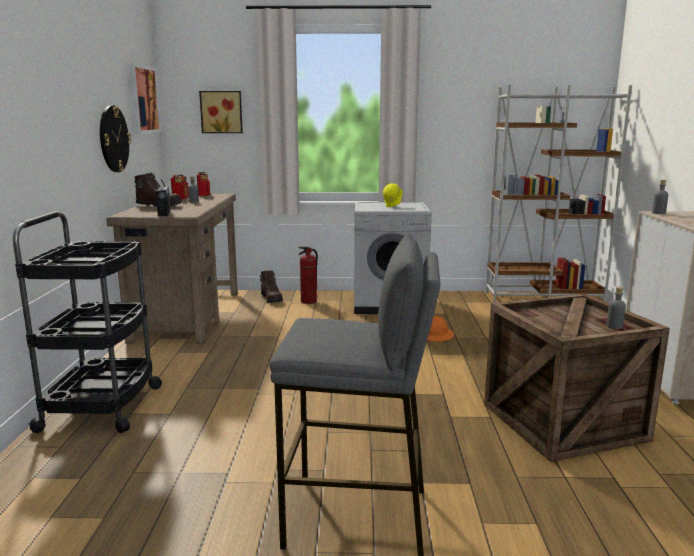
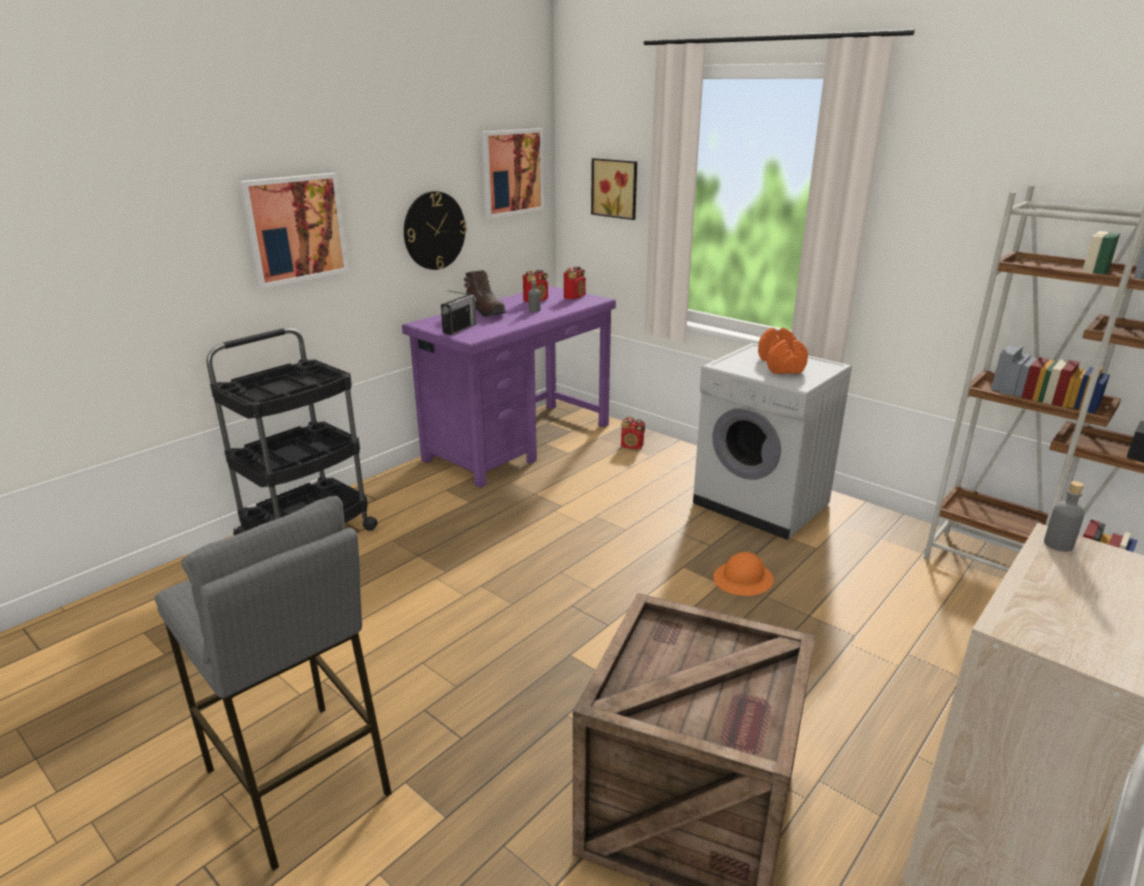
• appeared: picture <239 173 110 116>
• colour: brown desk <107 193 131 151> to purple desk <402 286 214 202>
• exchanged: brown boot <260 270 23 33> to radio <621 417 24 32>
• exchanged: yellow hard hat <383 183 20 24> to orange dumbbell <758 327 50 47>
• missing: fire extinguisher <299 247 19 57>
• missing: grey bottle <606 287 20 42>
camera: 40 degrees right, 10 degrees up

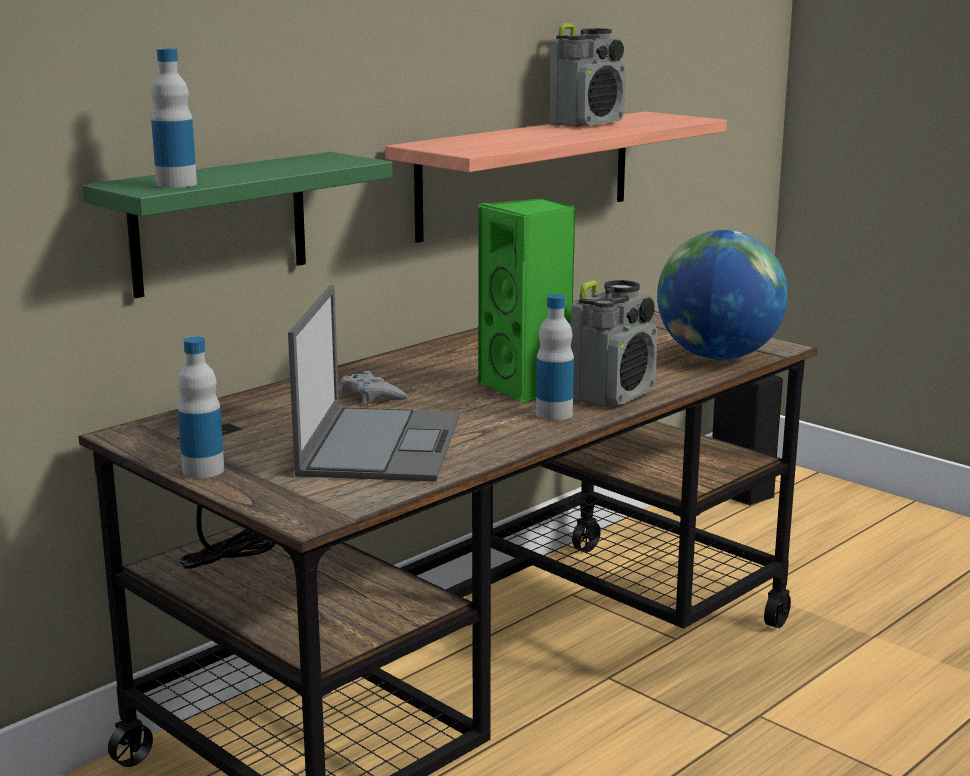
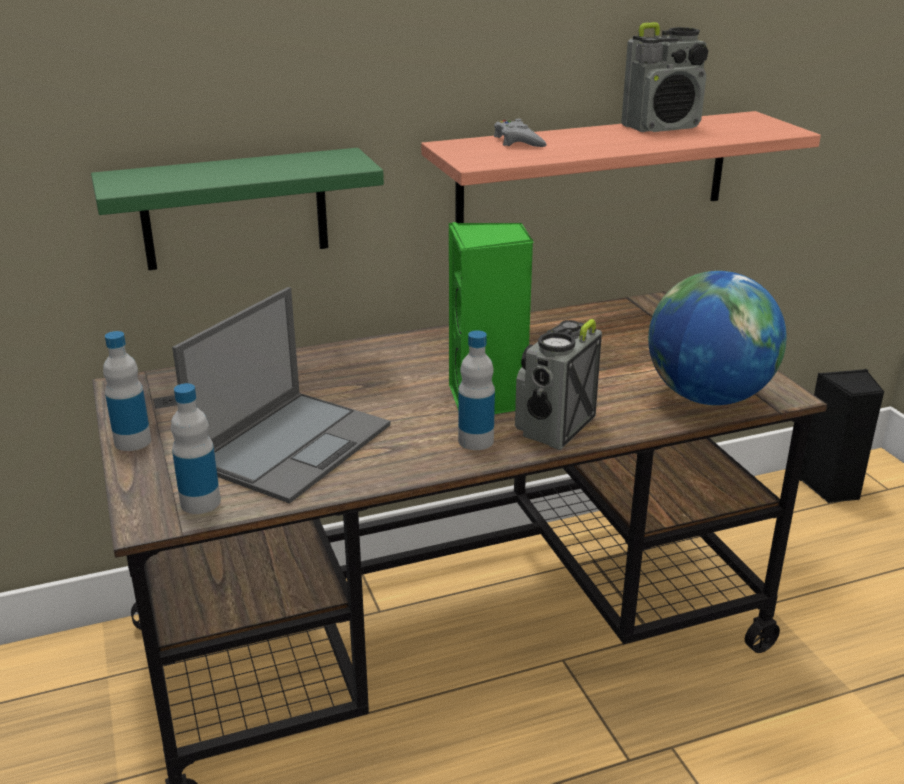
• relocated: bottle <151 48 46 140> to <171 383 50 131>
• relocated: grey game controller <341 371 67 33> to <494 119 53 28>
• spun: radio <571 280 87 127> = <515 319 87 131> 150 degrees clockwise
camera: 25 degrees right, 10 degrees up

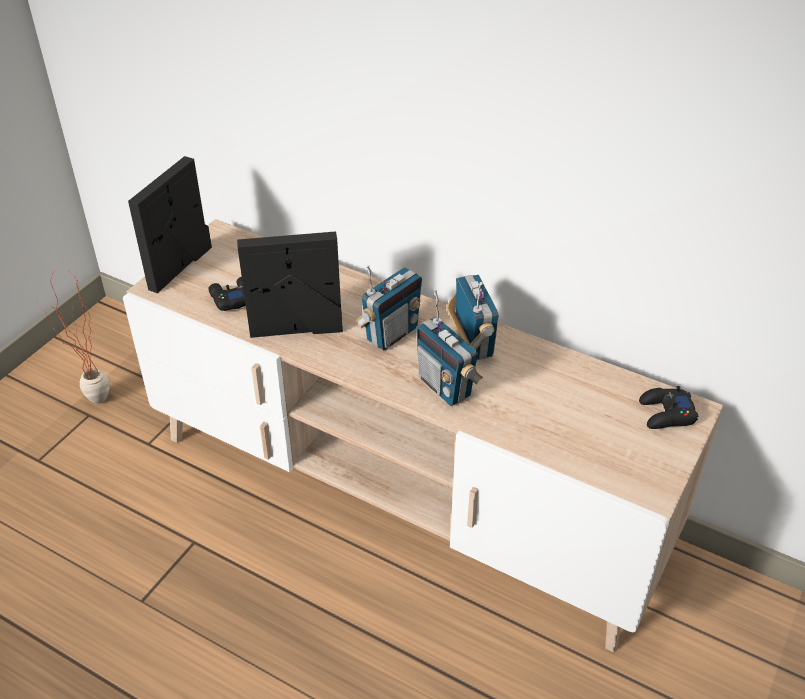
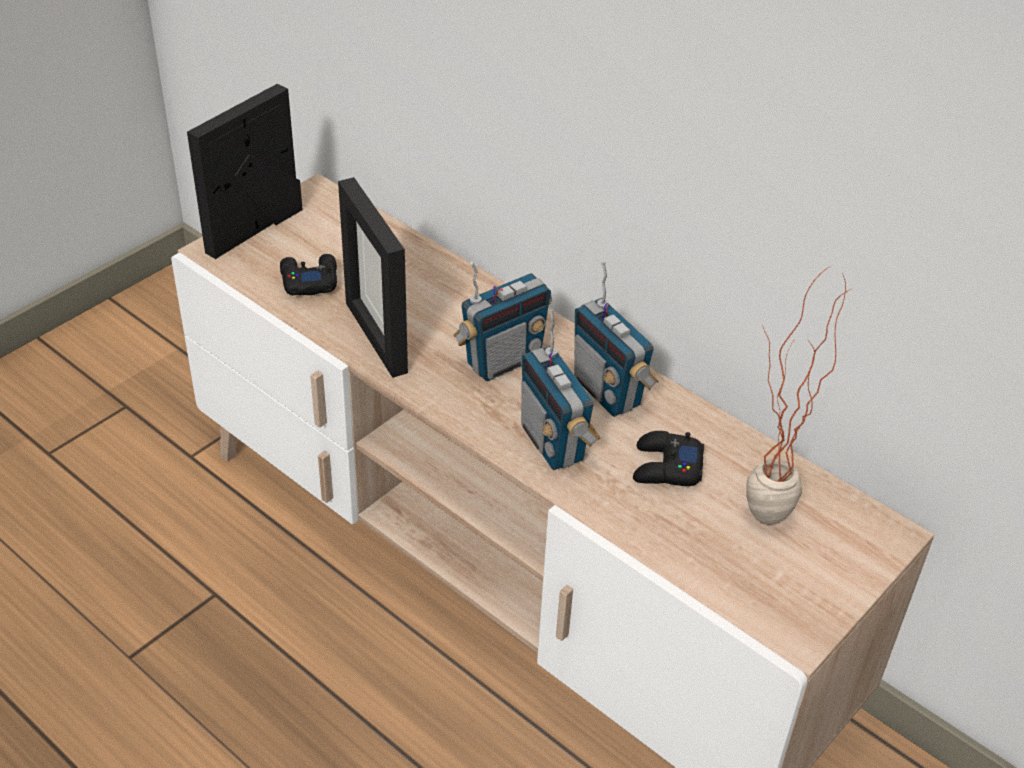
• spun: picture frame <237 231 106 107> = <338 177 70 201> 120 degrees counterclockwise
• spun: radio <447 275 51 85> = <574 262 84 155> 150 degrees clockwise
• relocated: black game controller <639 386 59 43> to <633 431 71 55>
• relocated: potted plant <37 270 72 134> to <747 267 104 258>
camera: 10 degrees right, 0 degrees up

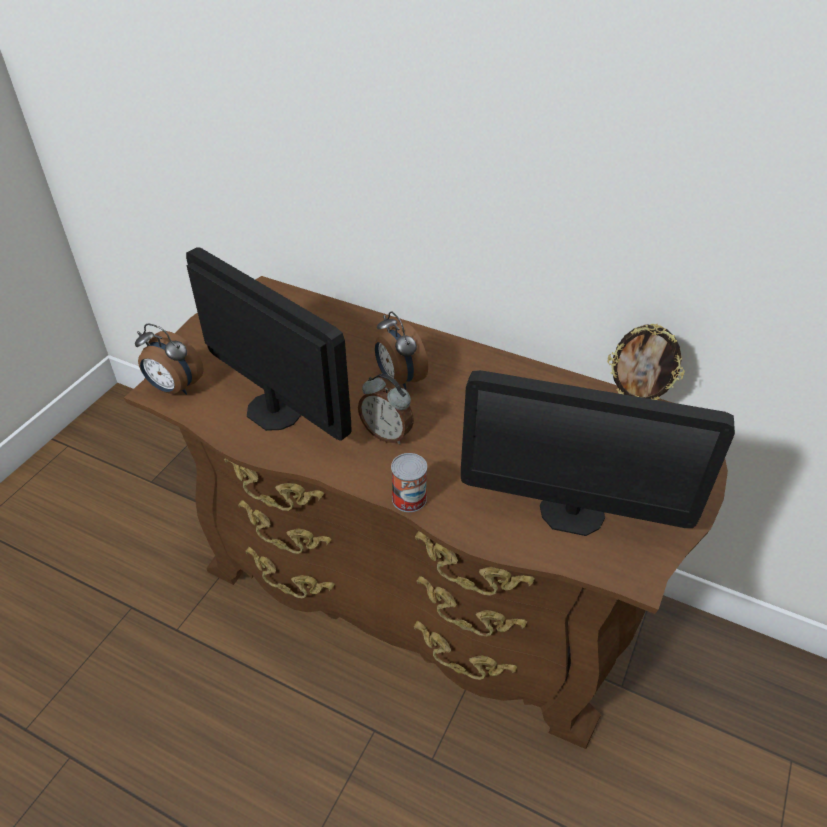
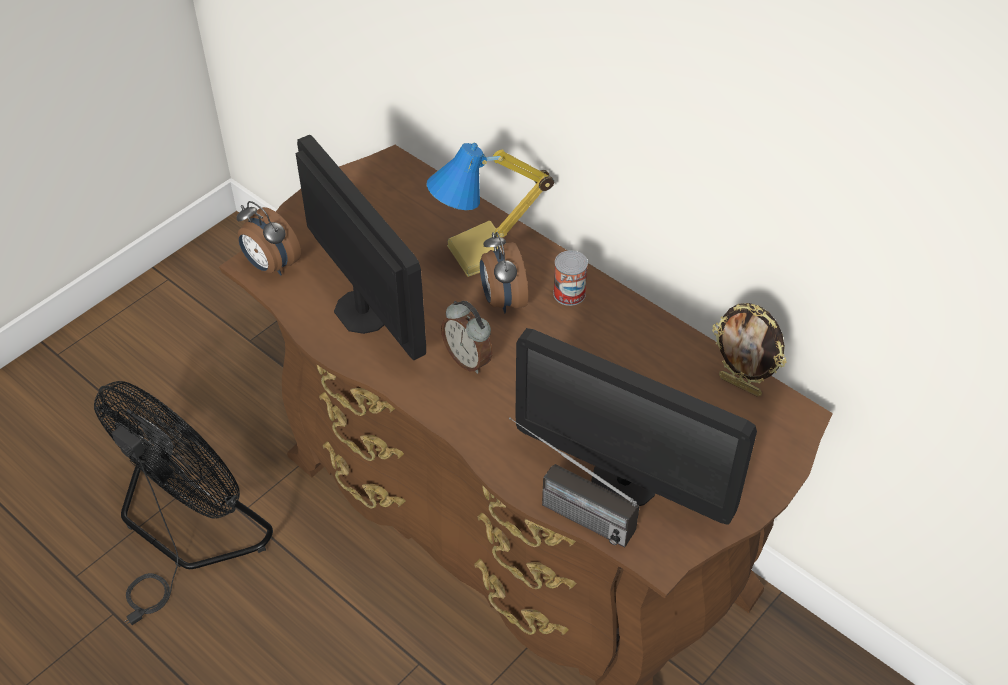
• appeared: black fan <94 381 179 244>
• appeared: table lamp <427 143 127 134>
• appeared: radio <509 417 130 131>
• relocated: can <391 453 36 59> to <553 250 35 56>
camera: 15 degrees right, 5 degrees up

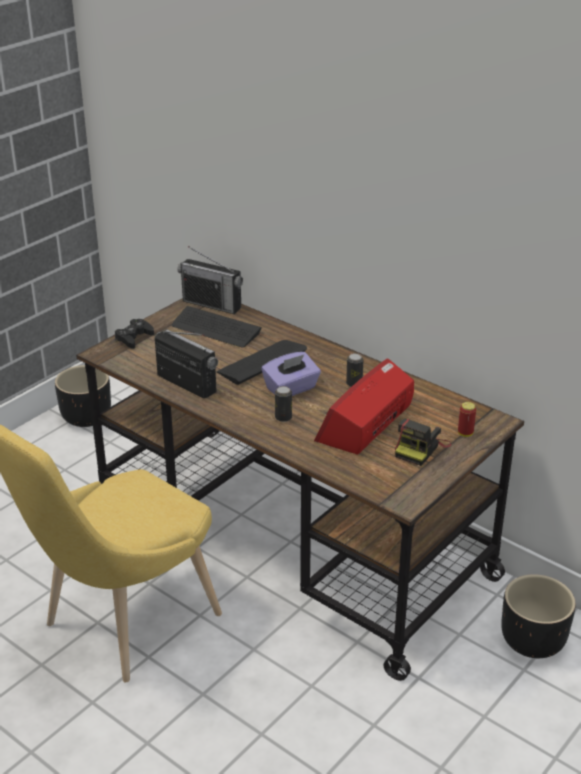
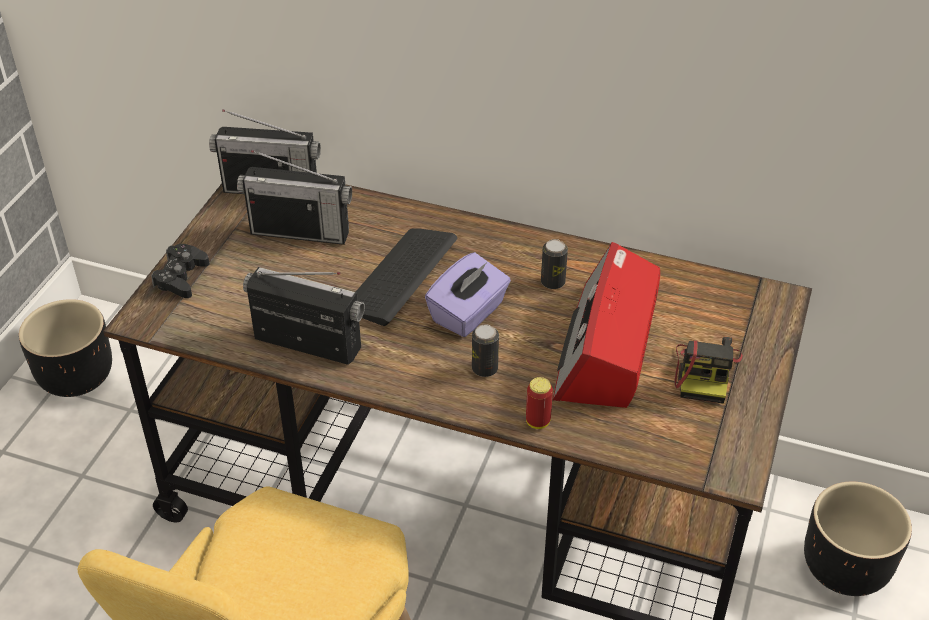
• exchanged: keyboard <172 306 90 42> to radio <237 150 115 95>
• relocated: can <458 402 18 35> to <526 377 27 52>
camera: 20 degrees left, 10 degrees up

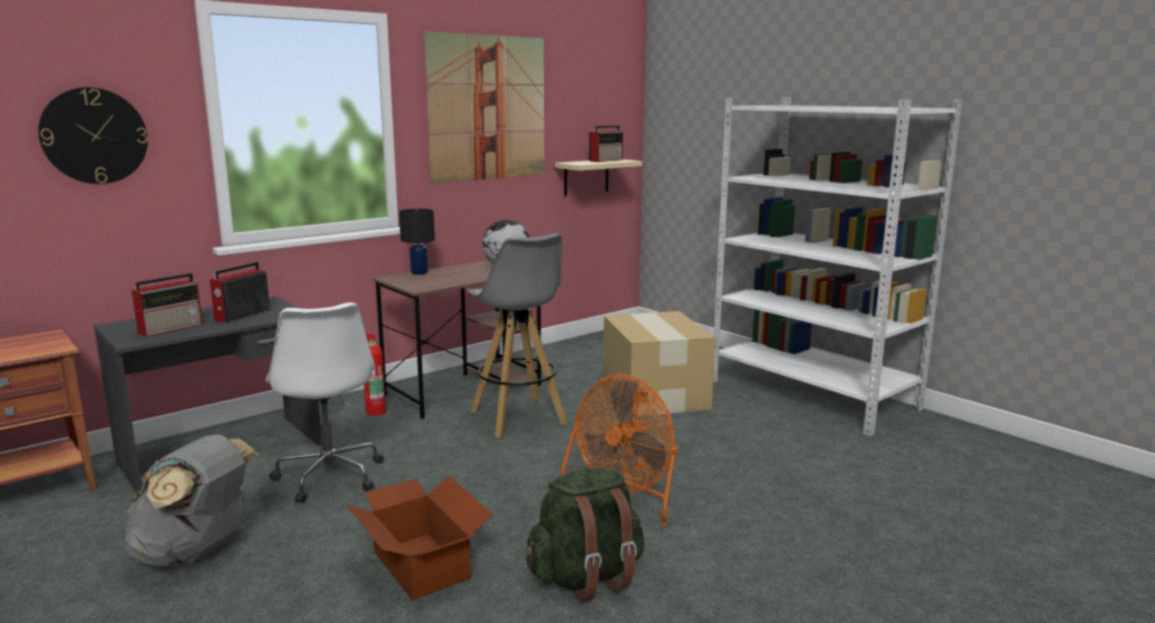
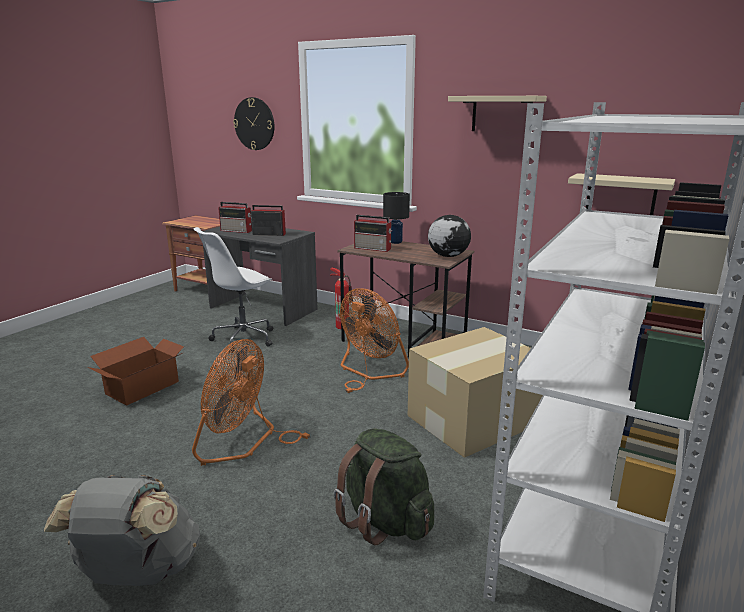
• relocated: grey backpack <125 435 134 132> to <44 475 156 111>
• relocated: green backpack <525 468 120 134> to <333 428 101 118>
• exchanged: grey stool <467 233 100 205> to orange fan <339 288 70 105>
• relocated: radio <589 125 34 37> to <354 215 38 37>
• exchanged: picture <424 31 120 153> to beige shelf <448 96 99 35>
camera: 70 degrees right, 5 degrees up

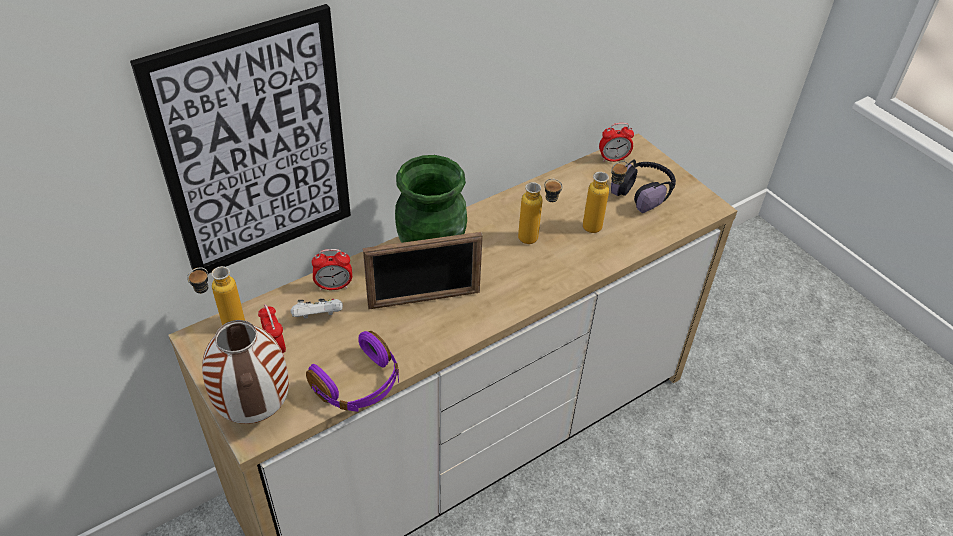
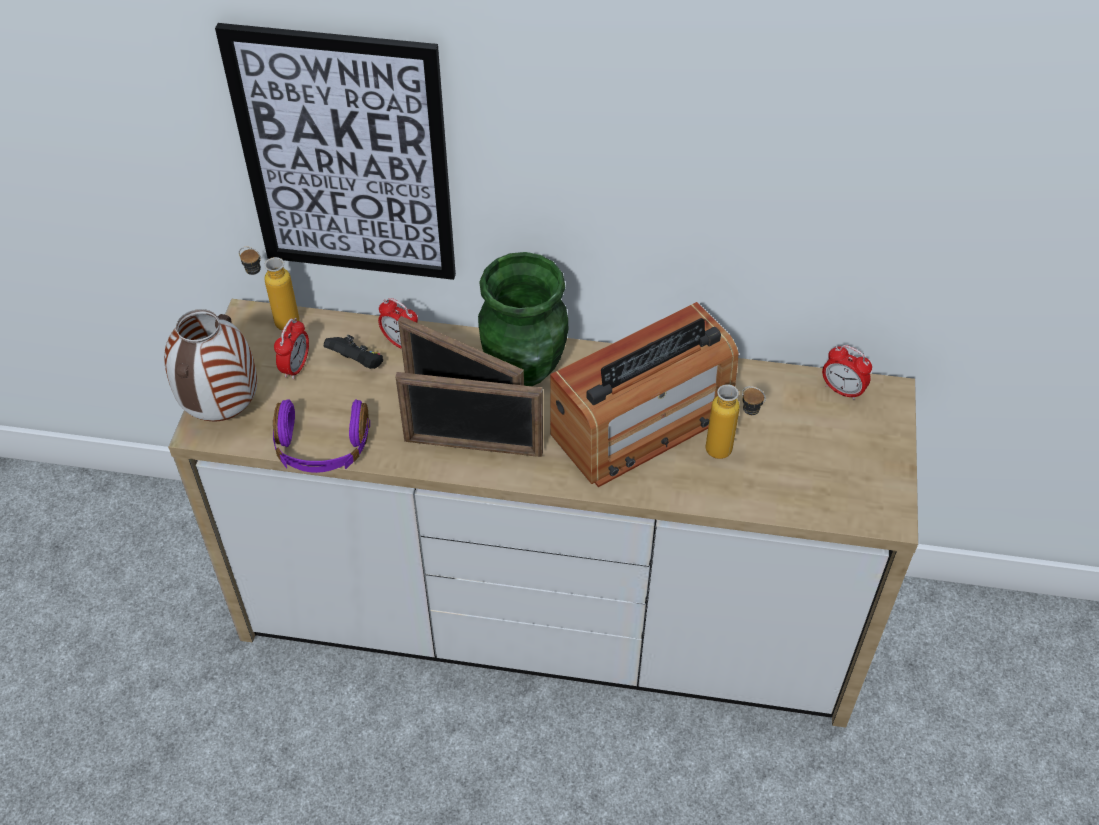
• colour: white game controller <291 298 52 21> to black game controller <324 335 59 34>
• appeared: picture frame <395 372 148 85>
• exchanged: bottle <518 179 45 65> to radio <550 302 189 185>
• missing: headphones <611 160 65 53>
camera: 45 degrees right, 5 degrees up

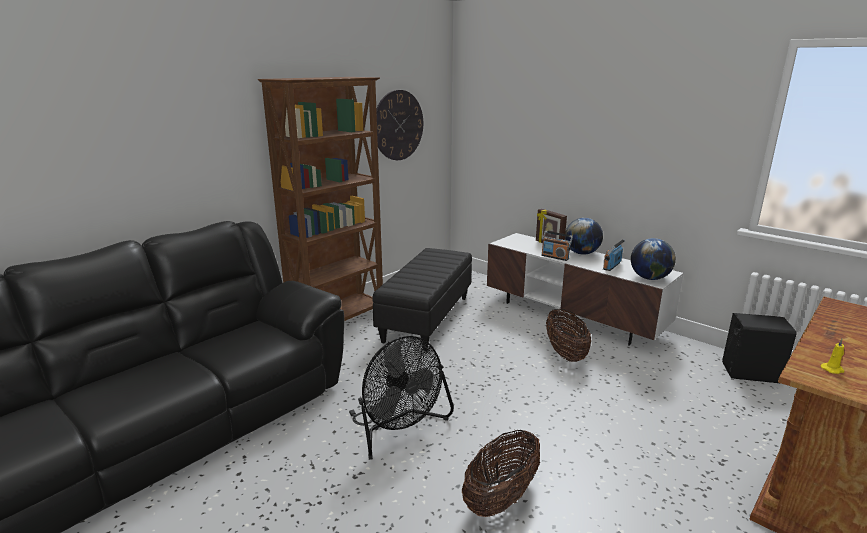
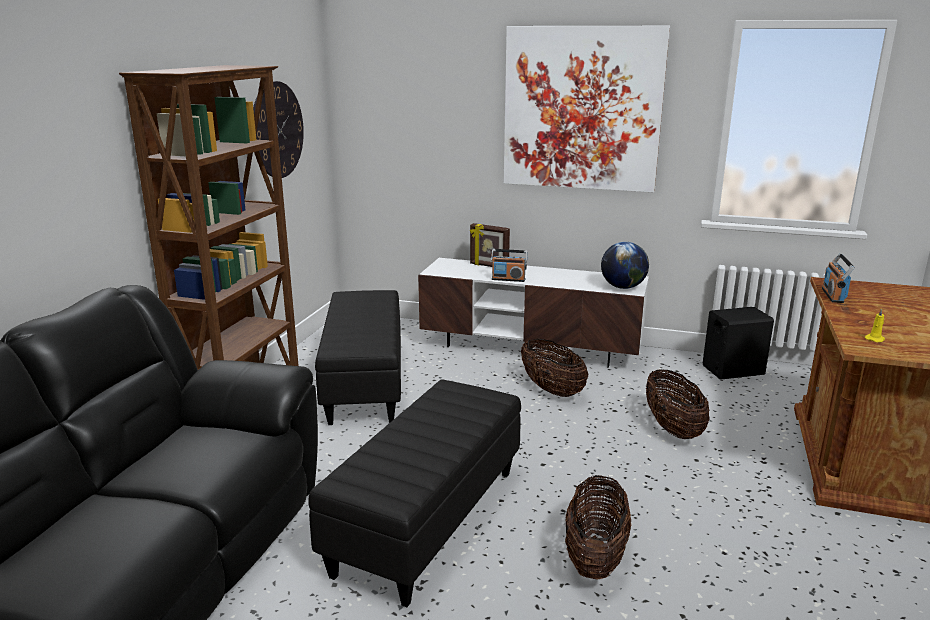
• exchanged: black fan <349 336 105 124> to black ottoman <308 380 213 227>
• appeared: picture <504 26 166 166>
• appeared: basket <646 370 64 69>
• relocated: radio <603 239 22 32> to <822 253 33 50>
• missing: globe <565 218 38 37>
camera: 25 degrees left, 0 degrees up

